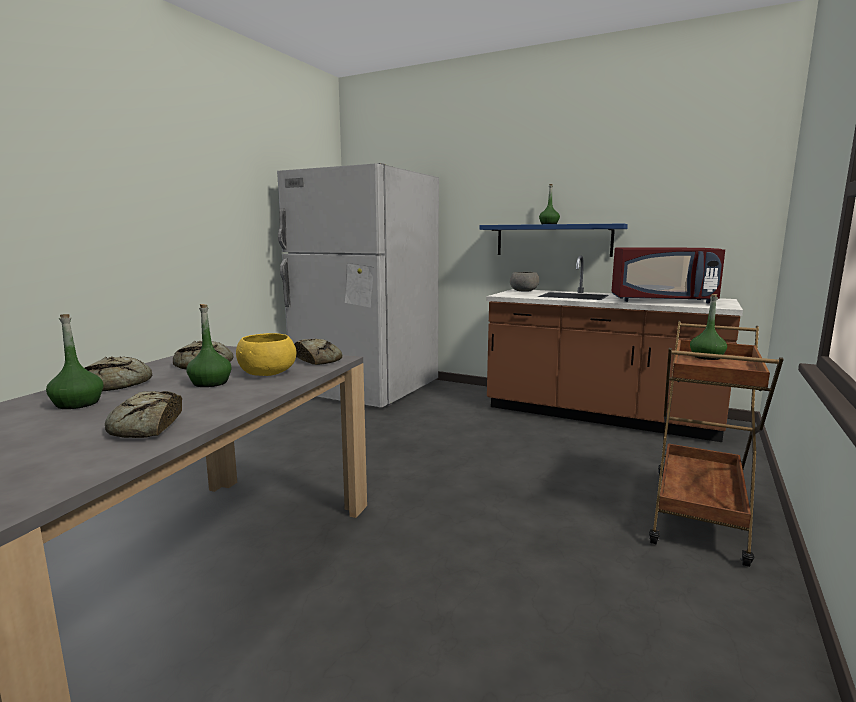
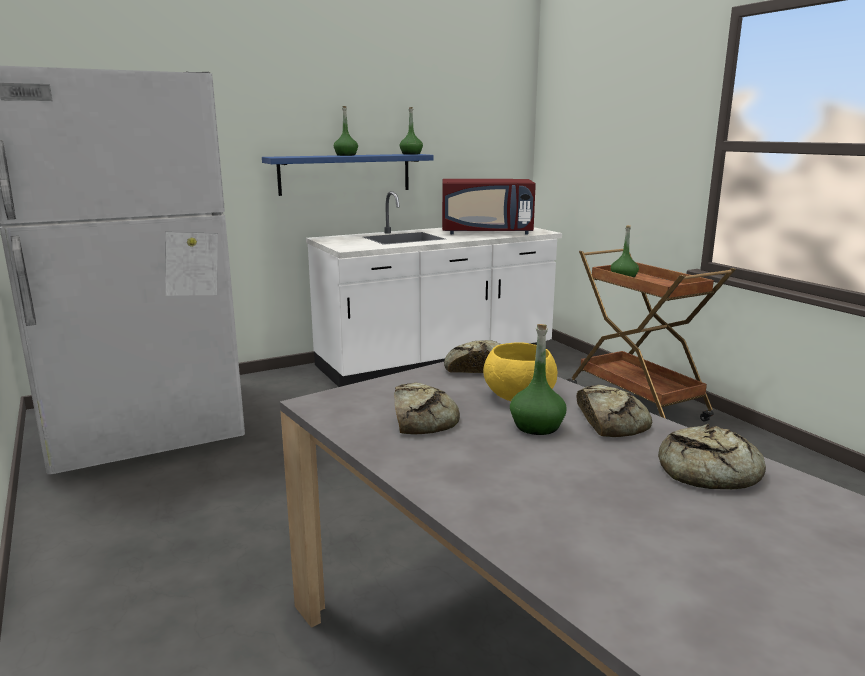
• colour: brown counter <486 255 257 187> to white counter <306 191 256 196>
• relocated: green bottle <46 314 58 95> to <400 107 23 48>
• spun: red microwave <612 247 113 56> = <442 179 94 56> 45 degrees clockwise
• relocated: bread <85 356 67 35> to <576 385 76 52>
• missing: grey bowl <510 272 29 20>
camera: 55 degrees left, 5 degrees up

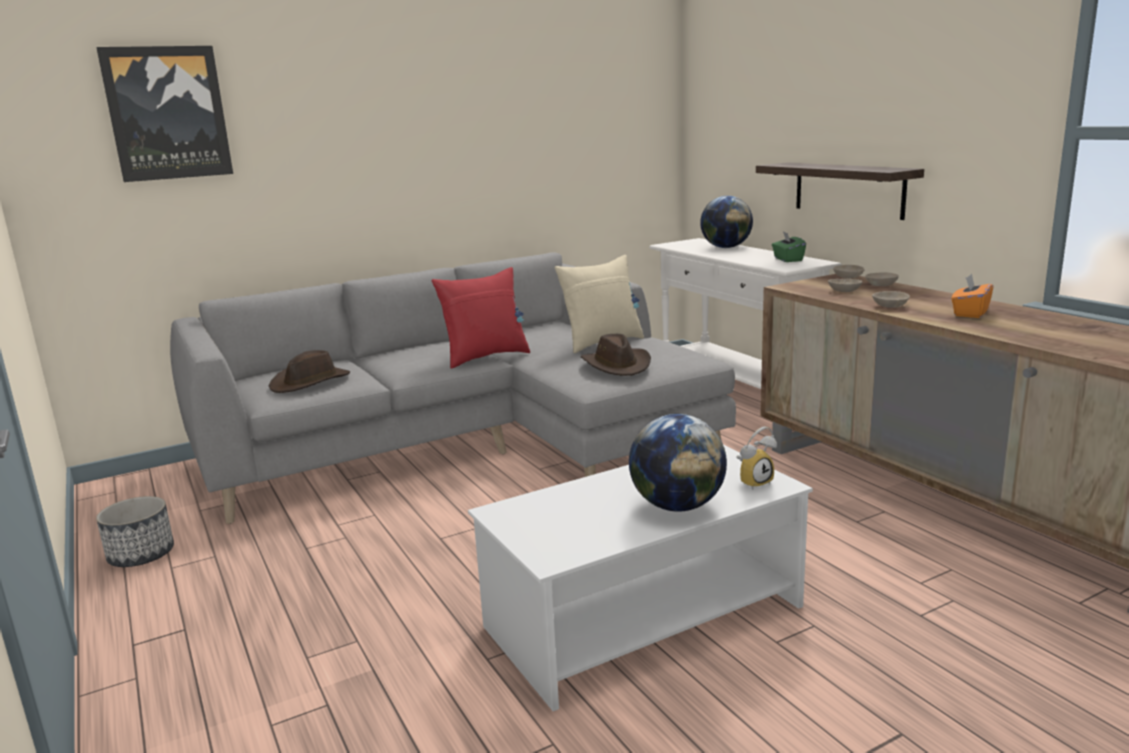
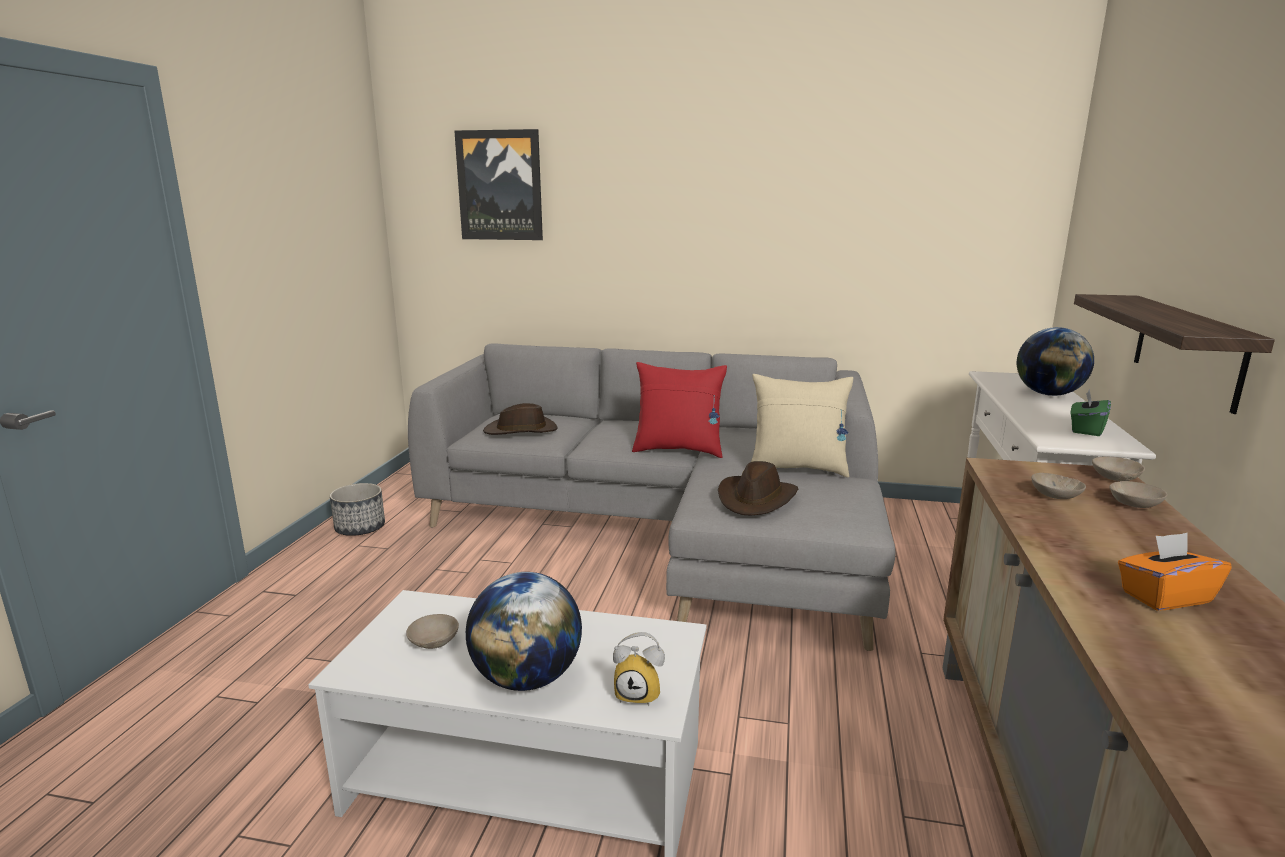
• relocated: beige bowl <872 291 38 17> to <406 614 53 35>
camera: 40 degrees right, 0 degrees up

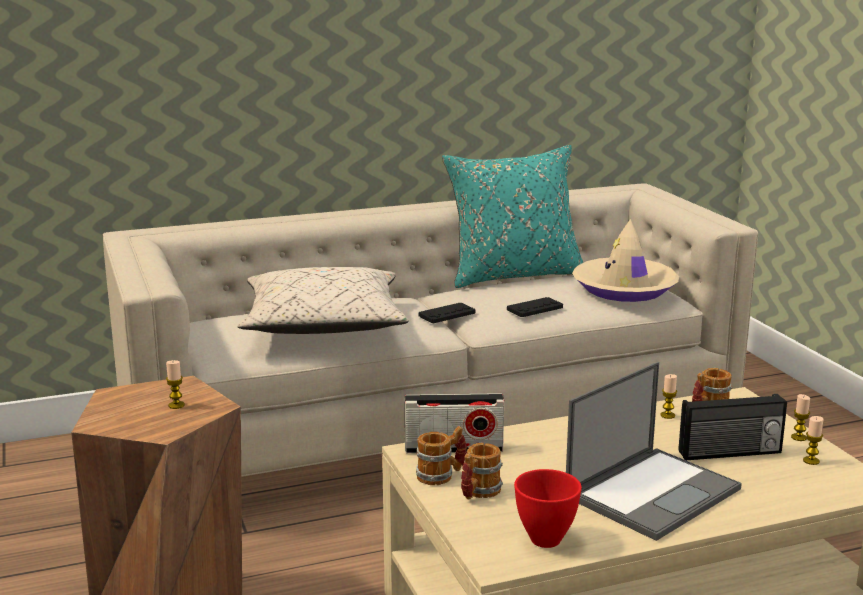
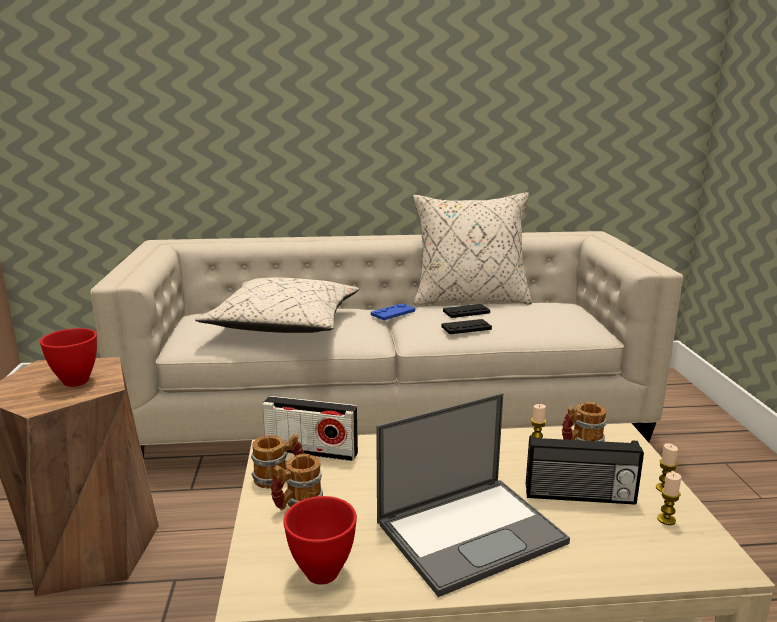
• exchanged: candle <166 360 19 49> to red bowl <40 328 57 59>
• appeared: blue game controller <371 303 44 17>
• colour: turquoise pillow <442 145 141 143> to beige pillow <413 192 119 113>
• relocated: black game controller <419 303 57 20> to <443 304 47 14>
• missing: beige hat <572 219 107 83>
camera: 15 degrees right, 0 degrees up

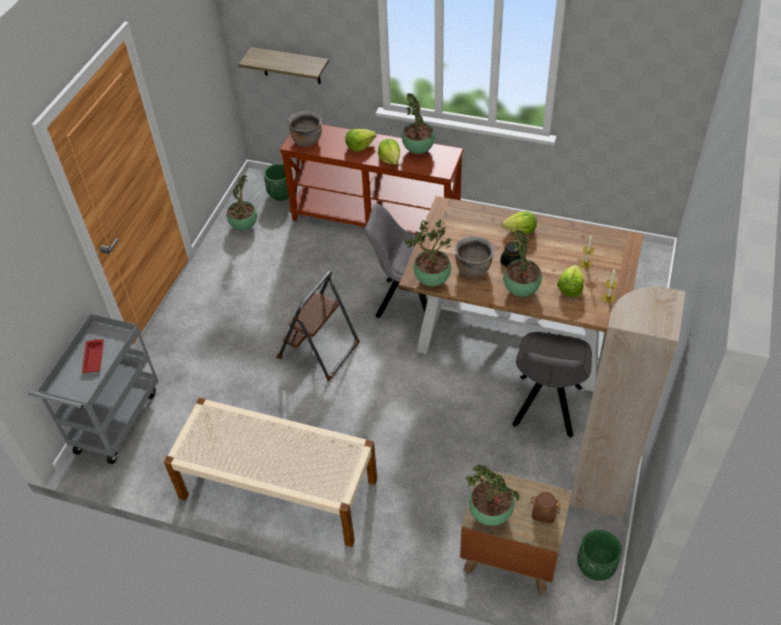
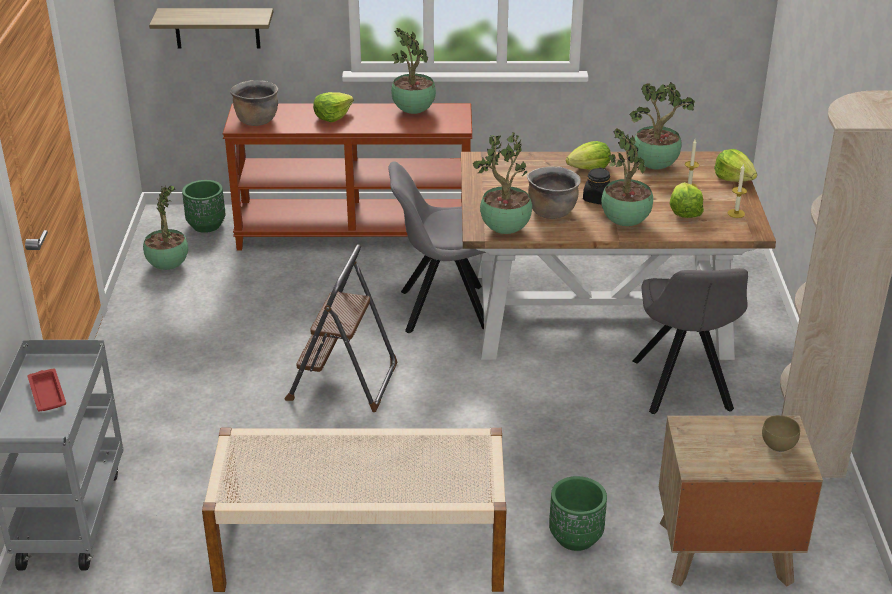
• relocated: green planter <577 530 45 51> to <549 476 58 75>
• relocated: potted plant <465 464 55 62> to <630 82 65 87>
• relocated: lettuce <378 139 22 26> to <714 149 43 33>
• exchanged: brown jar <530 492 30 32> to brown bowl <762 415 38 37>
camera: 20 degrees left, 15 degrees down

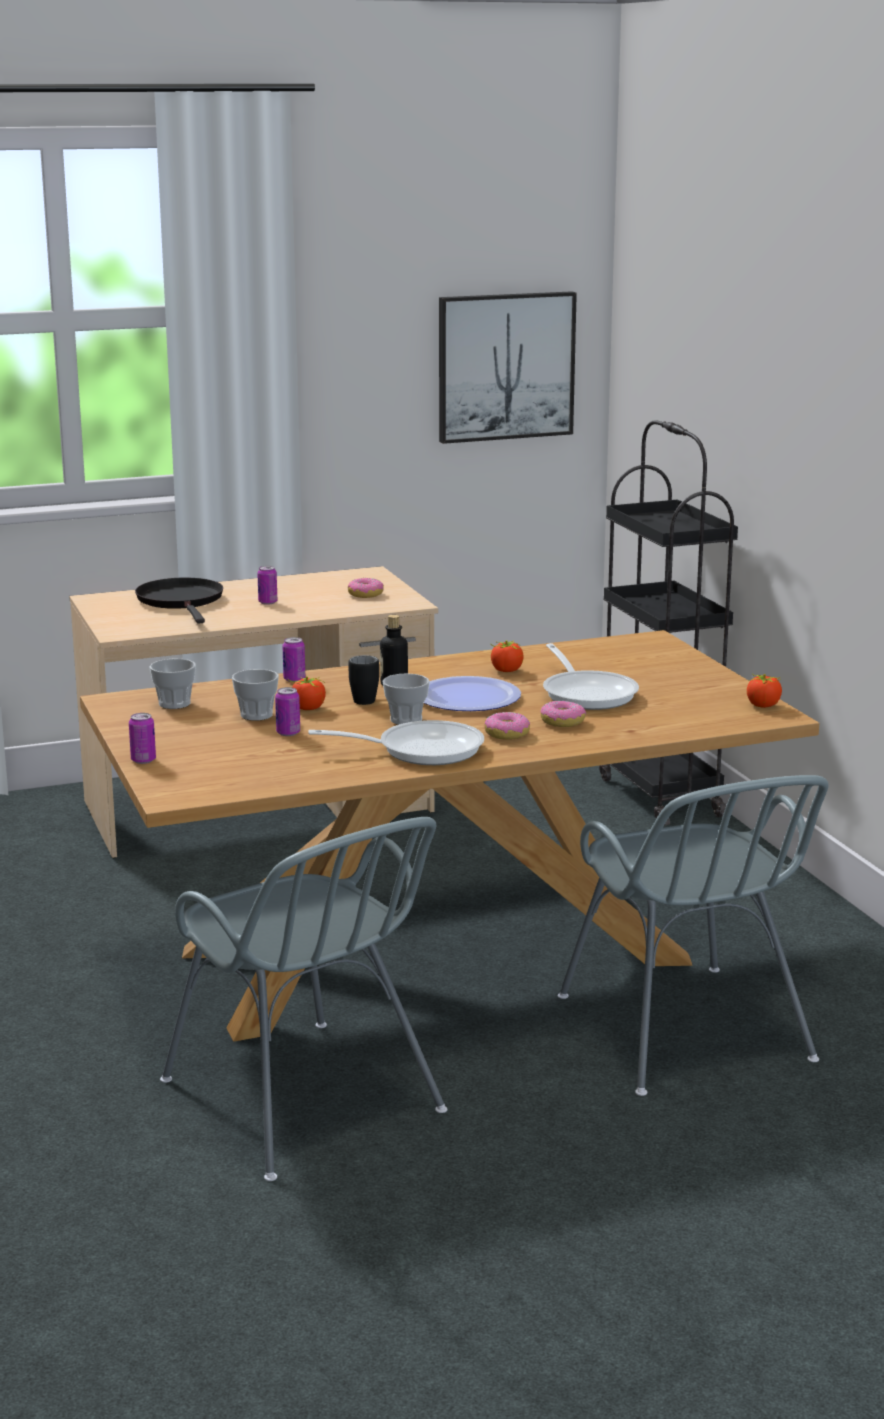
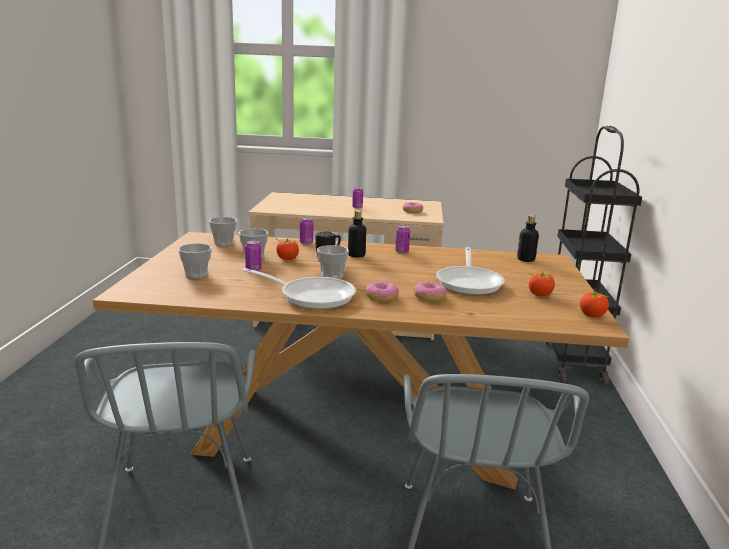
• appeared: cup <178 243 34 36>
• relocated: can <129 713 27 51> to <395 225 15 28>
• appeared: bottle <517 215 22 47>
• relocated: tomato <491 640 33 32> to <529 272 26 24>
• missing: black frying pan <135 578 88 45>
• missing: plate <424 676 97 35>
• missing: picture <439 291 138 153>
camera: 25 degrees right, 0 degrees up

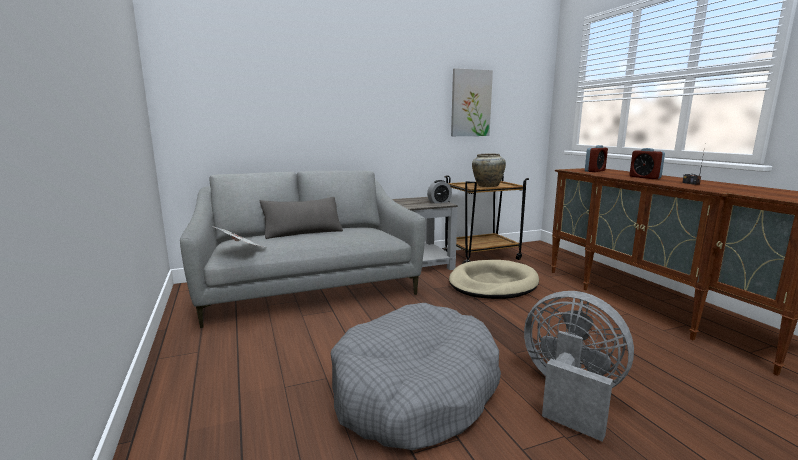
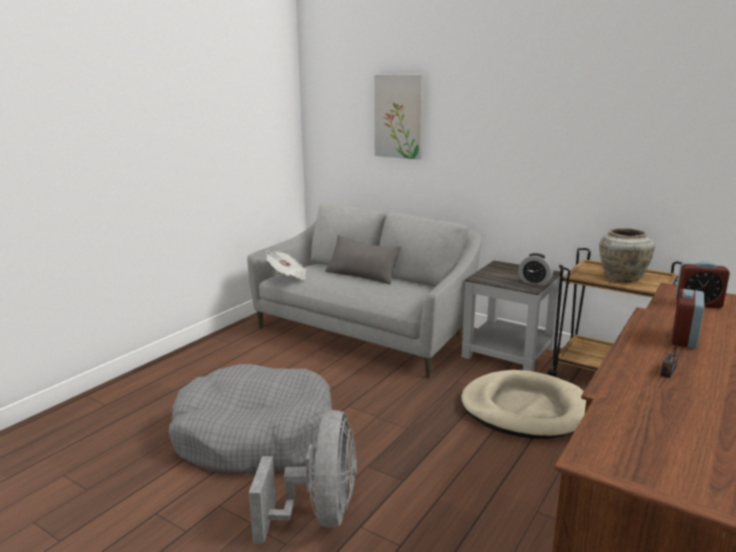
• relocated: picture <451 68 42 68> to <374 75 50 85>
camera: 55 degrees right, 5 degrees up

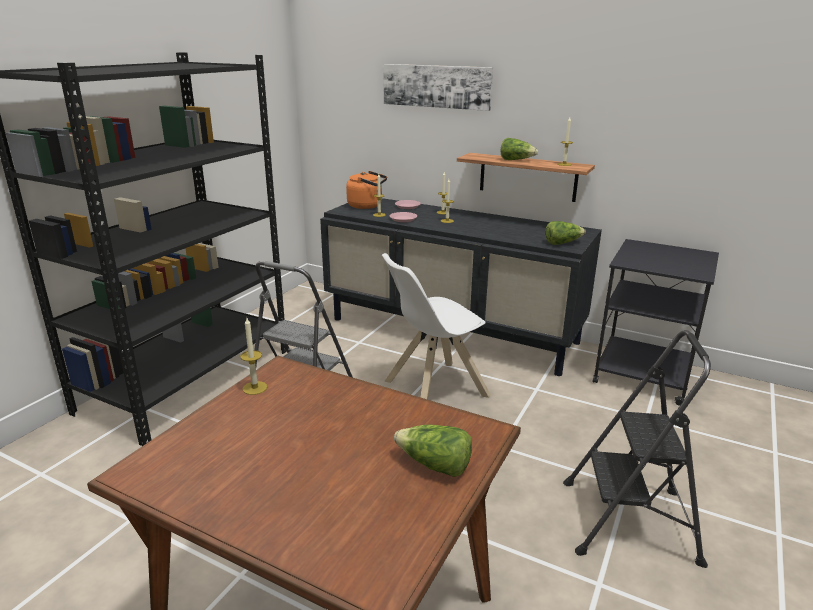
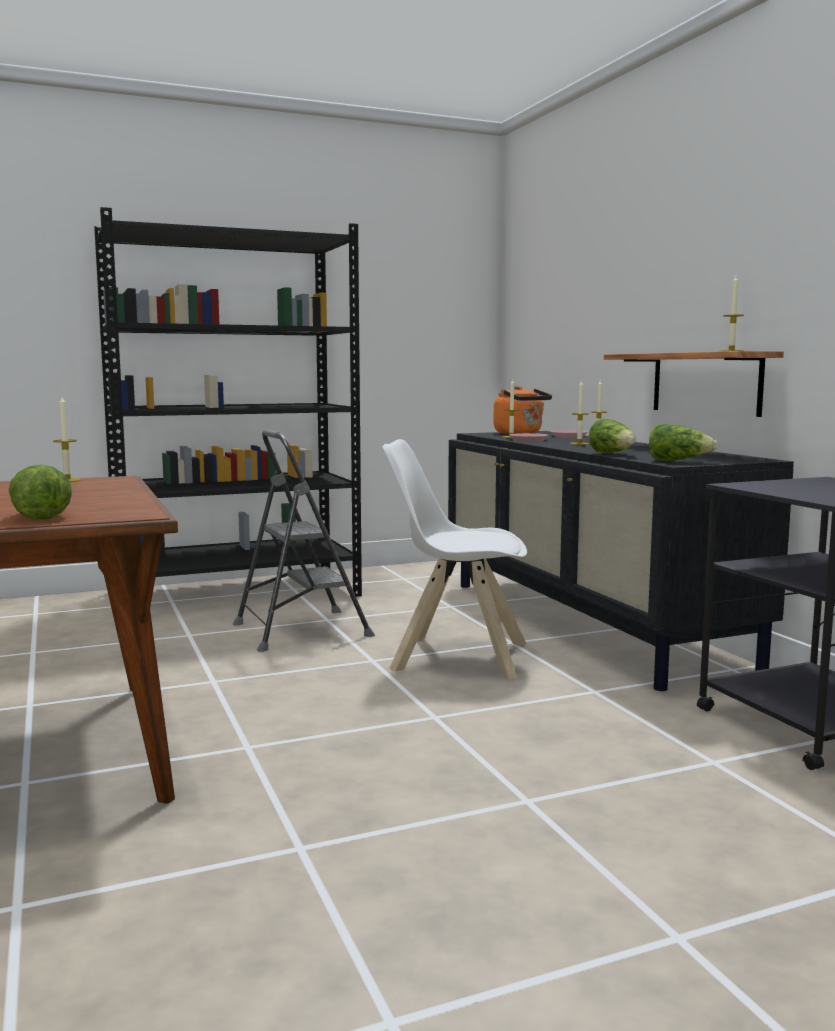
• relocated: lettuce <501 138 37 22> to <589 419 47 34>
• missing: picture <383 64 110 47>
• missing: black step ladder <563 330 148 238>
camera: 40 degrees right, 15 degrees down

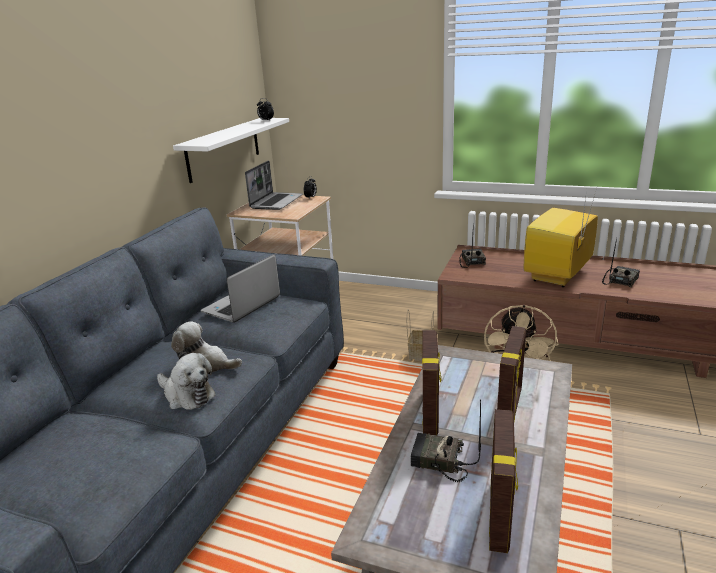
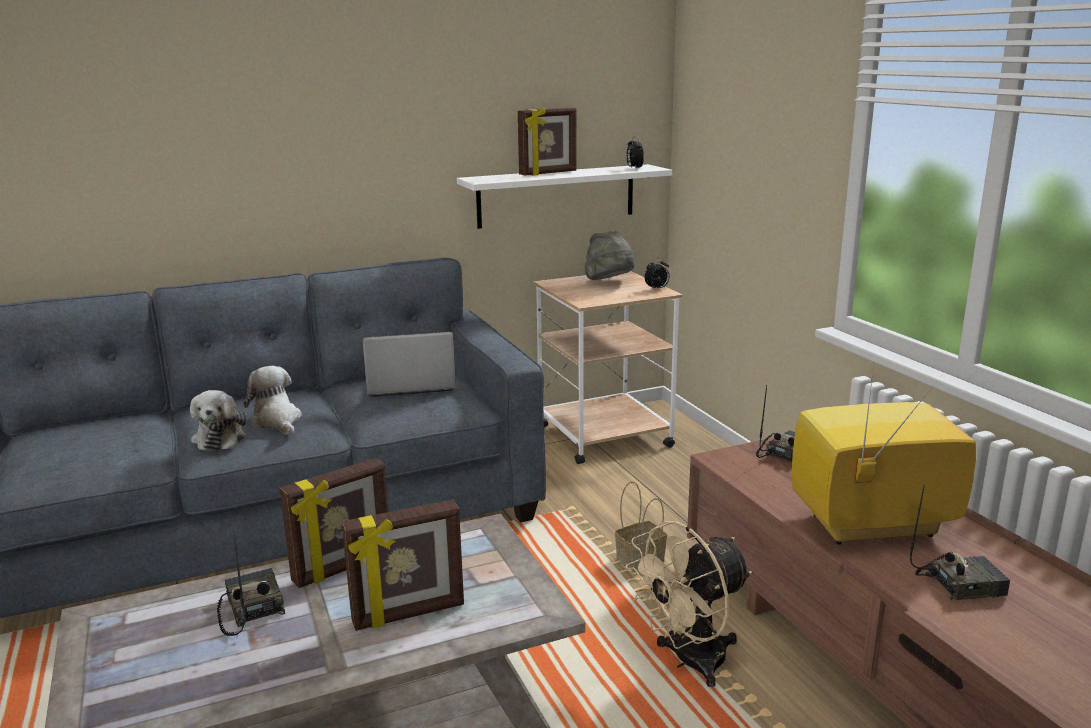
• relocated: picture frame <489 409 29 144> to <518 107 59 69>
• exchanged: laptop <245 160 58 50> to grey hat <585 231 50 49>
camera: 45 degrees right, 5 degrees down

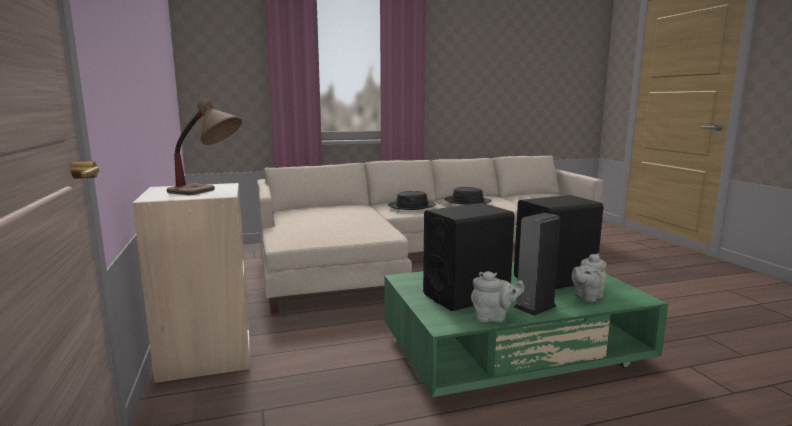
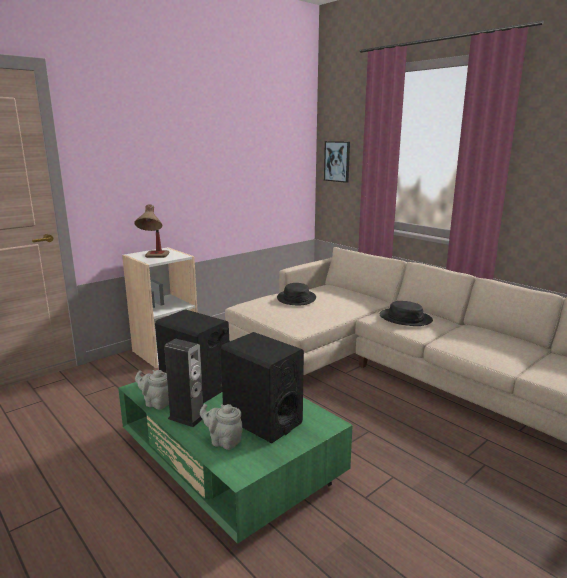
• spun: grey teapot <471 271 54 51> = <135 370 34 39> 135 degrees clockwise
• relocated: black hat <444 187 48 18> to <277 283 39 22>
• appeared: picture <324 141 26 42>
camera: 65 degrees right, 5 degrees up

